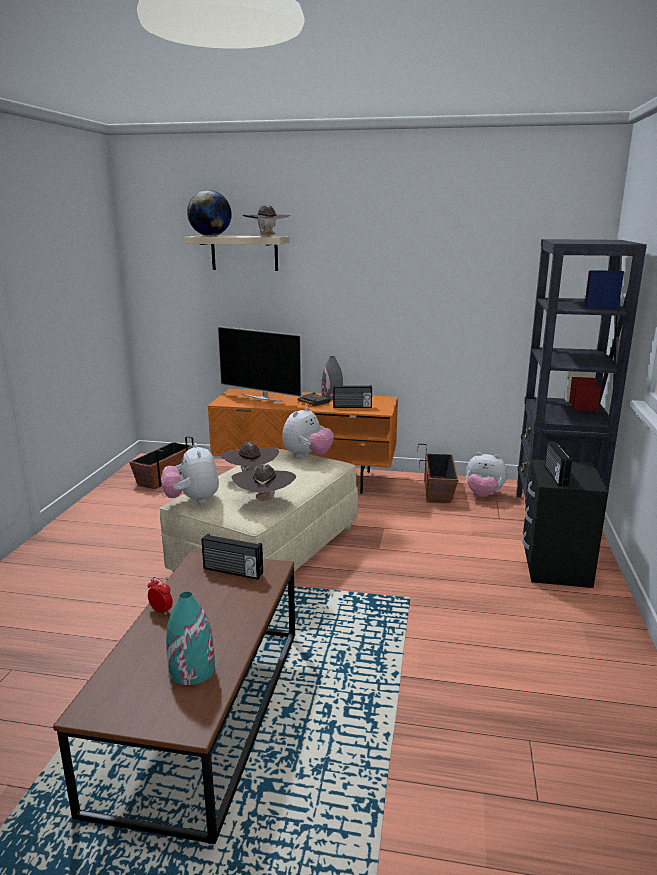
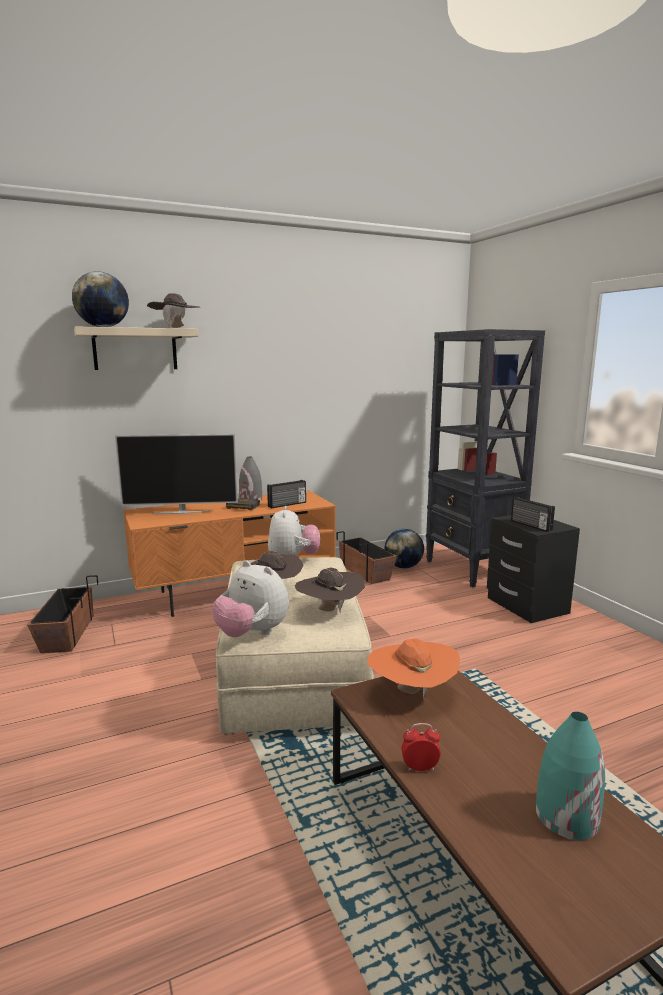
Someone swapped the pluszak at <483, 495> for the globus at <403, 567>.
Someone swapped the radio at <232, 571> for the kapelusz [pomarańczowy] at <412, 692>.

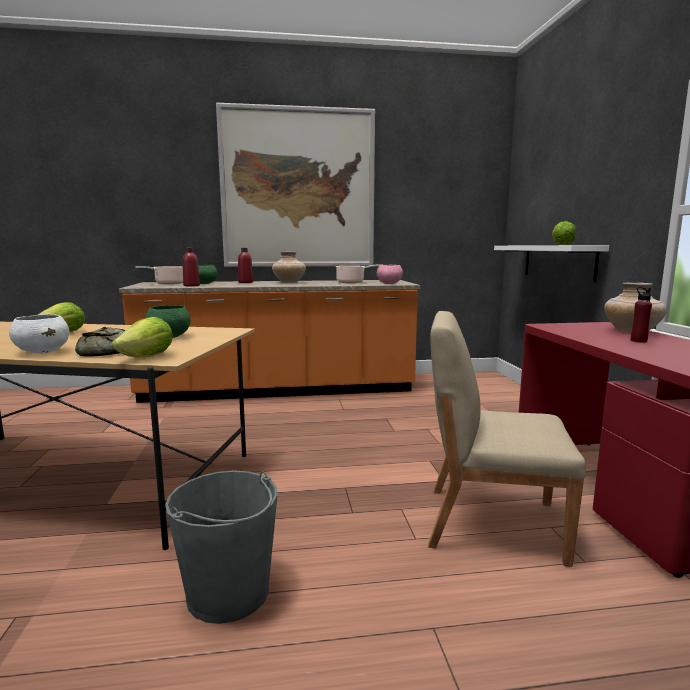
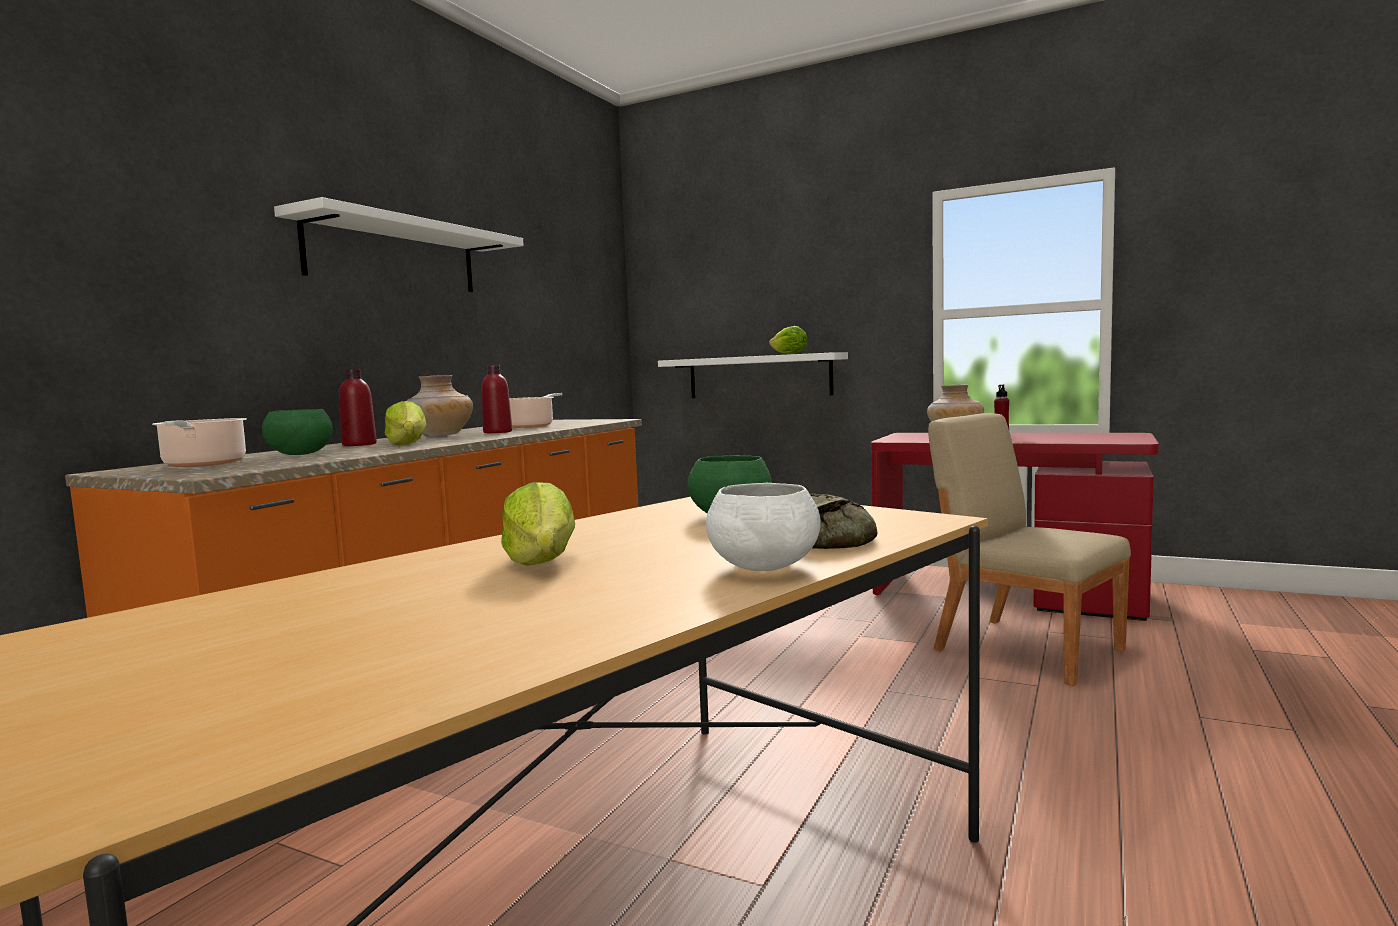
Someone swapped the obraz at <298, 189> for the półka [biały] at <394, 256>.
Someone carried the butelka [czerwony] from <191, 285> to <497, 432>.
Someone took away the miska [różowy] at <389, 283>.
Someone rotated the krzesło [beżowy] at <491, 522> by 90 degrees clockwise.
Someone carried the sałata from <148, 357> to <407, 444>.
Someone took away the wiadro [szary] at <228, 593>.

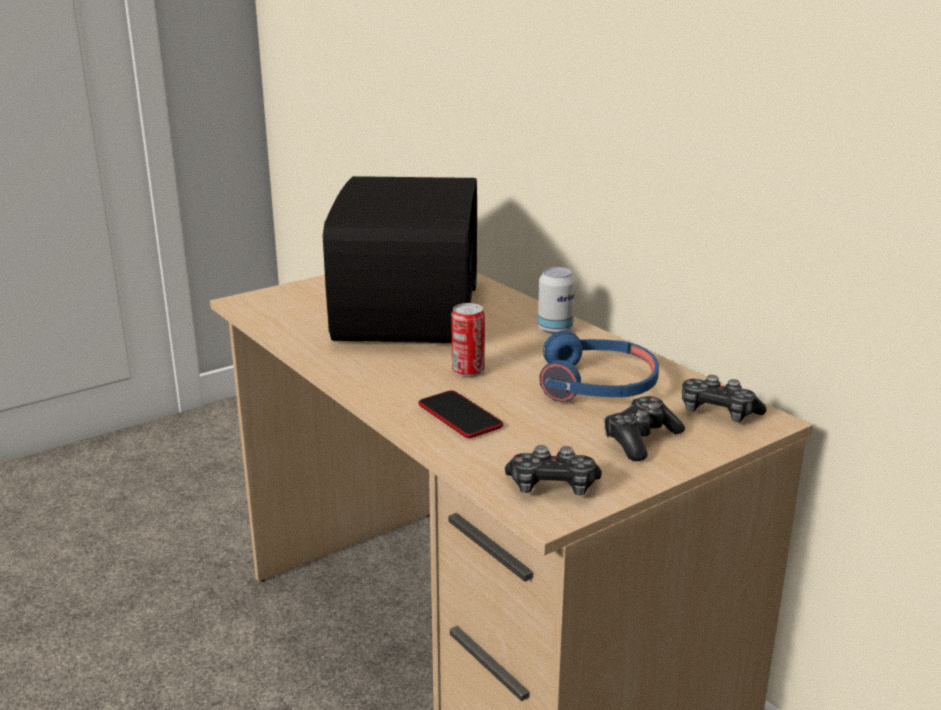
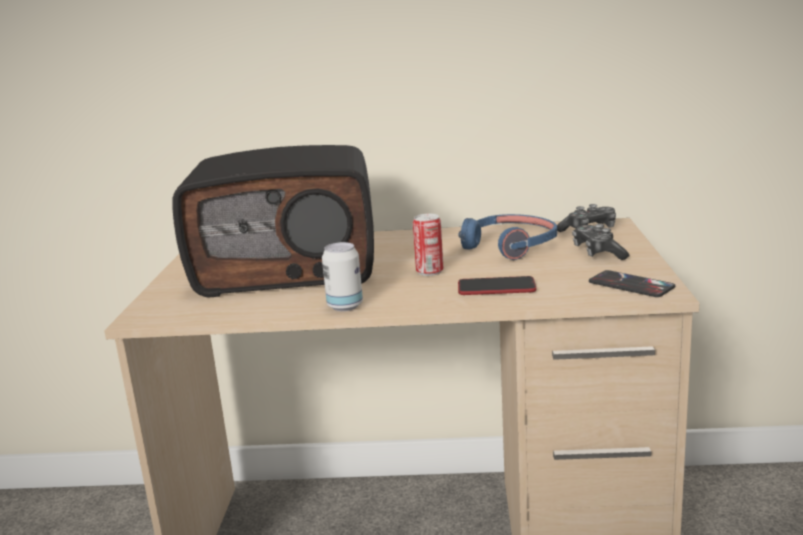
Someone rotated the radio at <404, 311> by 135 degrees clockwise.
Someone carried the puszka from <555, 329> to <345, 306>.
Someone swapped the pad do gier at <552, 486> for the telefon at <631, 285>.

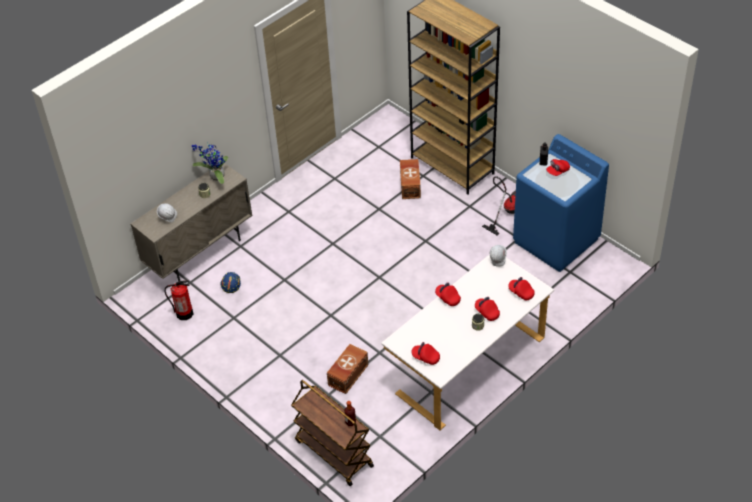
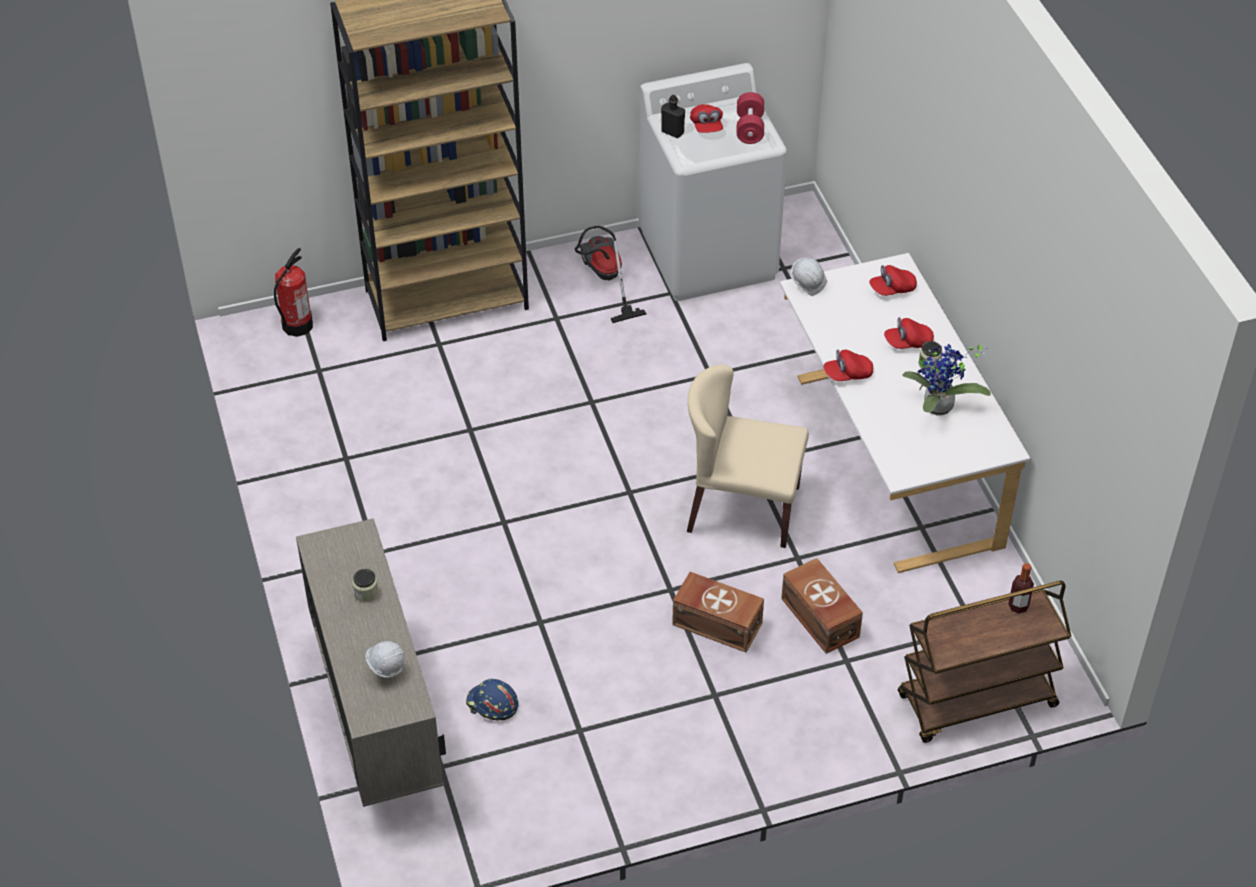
Someone repainted the pralka [niebieski] at <556, 240>, which became the pralka [biały] at <709, 255>.
Someone carried the roślina doniczkowa from <215, 177> to <938, 409>.
Someone carried the pojemnik do przechowywania [brązowy] from <411, 185> to <716, 622>.
Someone carried the gaśnica from <184, 313> to <297, 325>.
Someone took away the czapka z daszkiem [czerwony] at <425, 357>.
Someone put down the hantel [czerwony] at <749, 128>.
Someone put down the krzesło [beżowy] at <742, 508>.

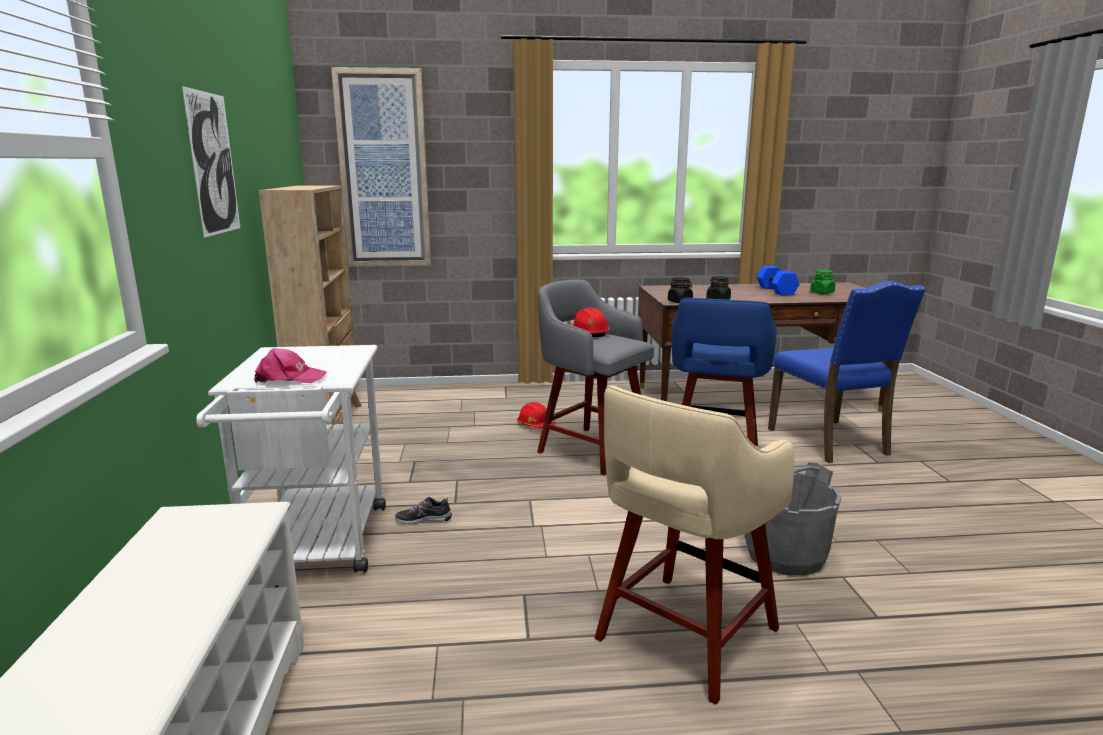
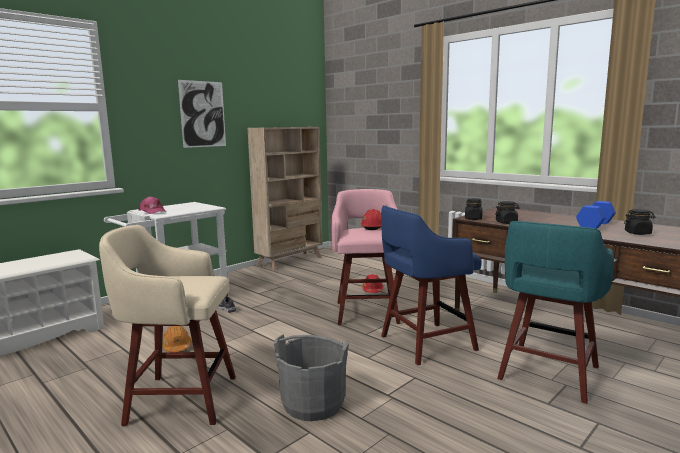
Someone took away the obraz at <384, 170>.
Someone repainted the słoik [zielony] at <822, 293>, which became the słoik [czarny] at <638, 233>.
Someone repainted the stołek [szary] at <591, 449>, which became the stołek [różowy] at <367, 311>.
Someone swapped the krzesło [niebieski] at <831, 442> for the stołek [turkusowy] at <547, 374>.
Someone put down the kask [pomarańczowy] at <176, 347>.

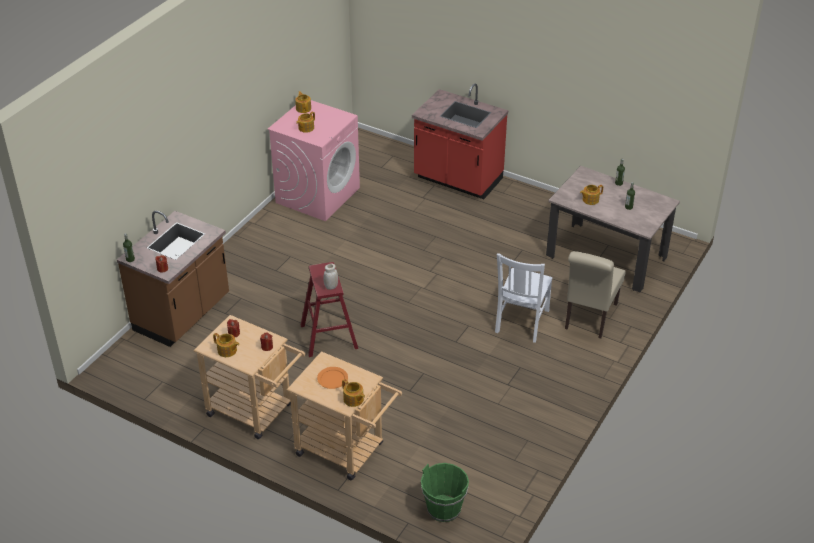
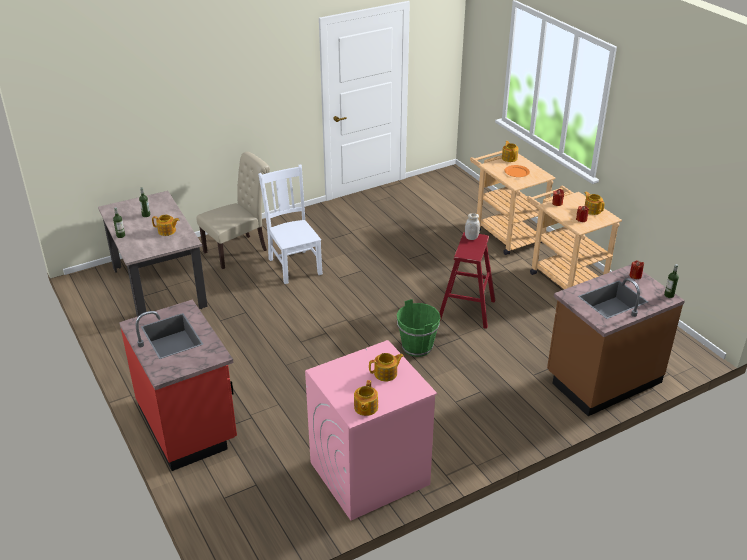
Someone rotated the krzesło [biały] at <521, 322> by 75 degrees counterclockwise.
Someone carried the wiadro [zielony] from <443, 509> to <417, 347>.

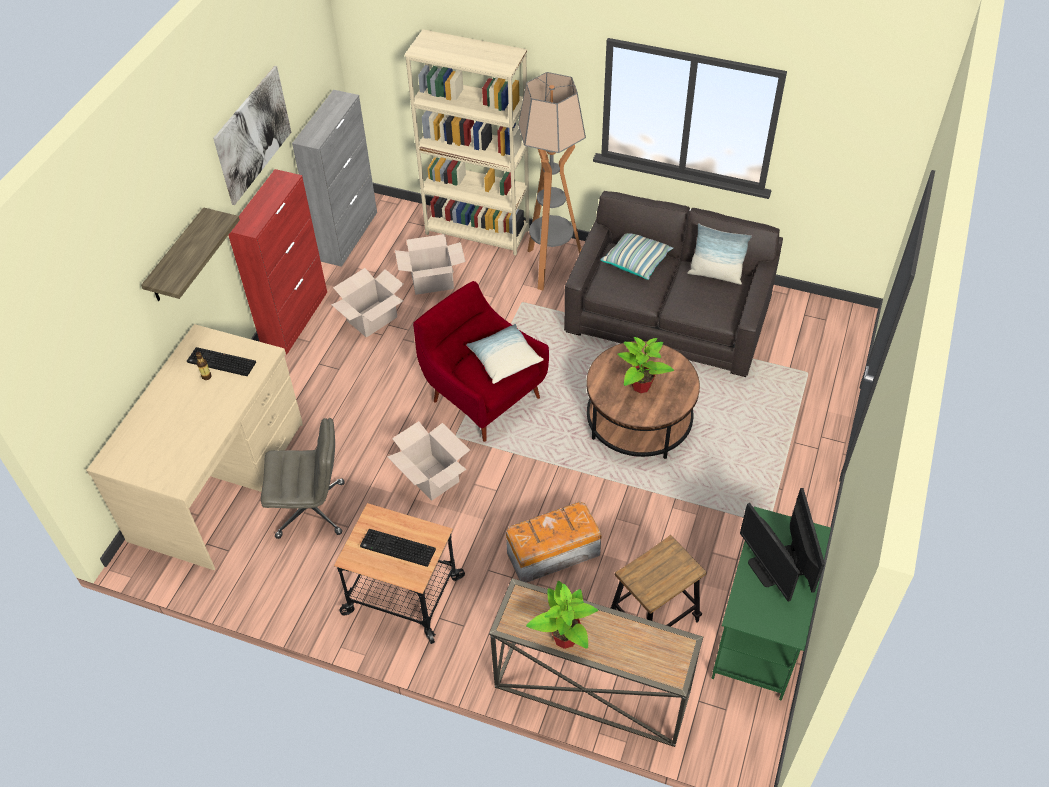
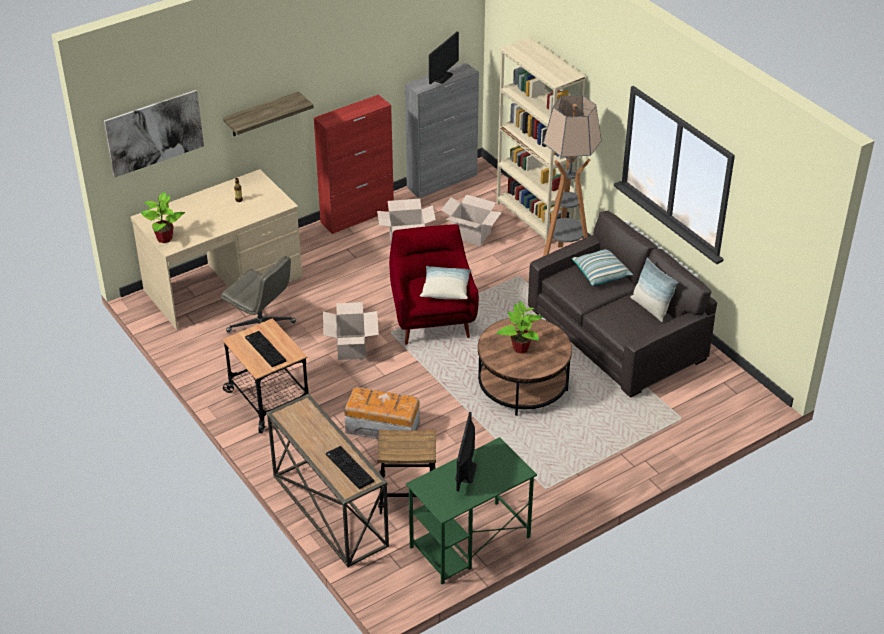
Someone carried the obraz from <253, 134> to <154, 133>.
Someone carried the klawiatura from <220, 363> to <348, 468>.
Someone carried the monitor from <797, 559> to <442, 77>.
Someone carried the roślina doniczkowa from <565, 637> to <164, 238>.

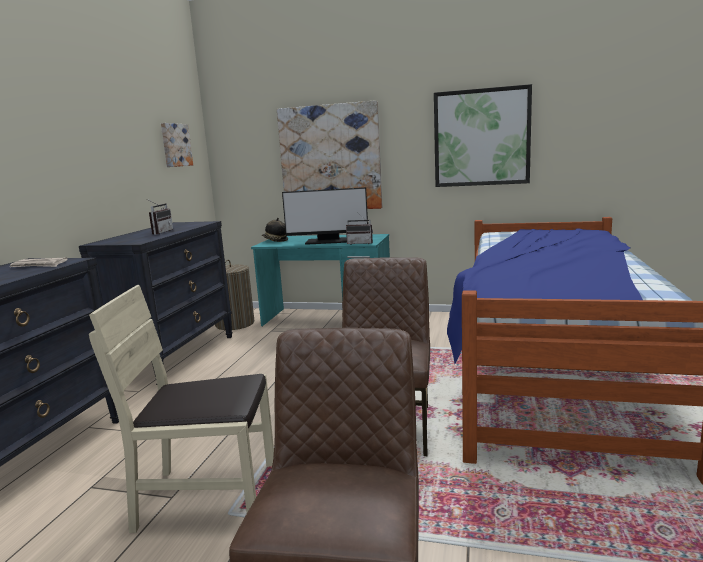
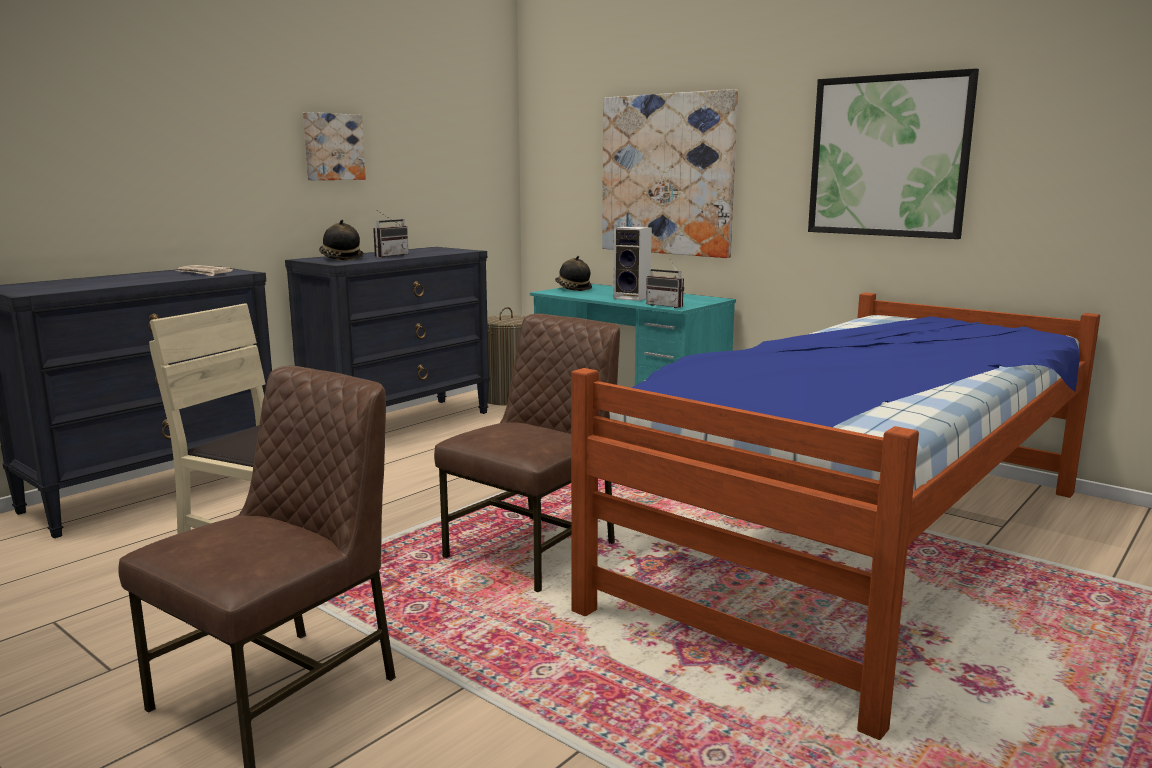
Someone carried the obraz from <175, 145> to <333, 147>.
Someone swapped the monitor at <328, 241> for the głośnik at <633, 298>.
Someone put down the kapelusz at <341, 258>.

